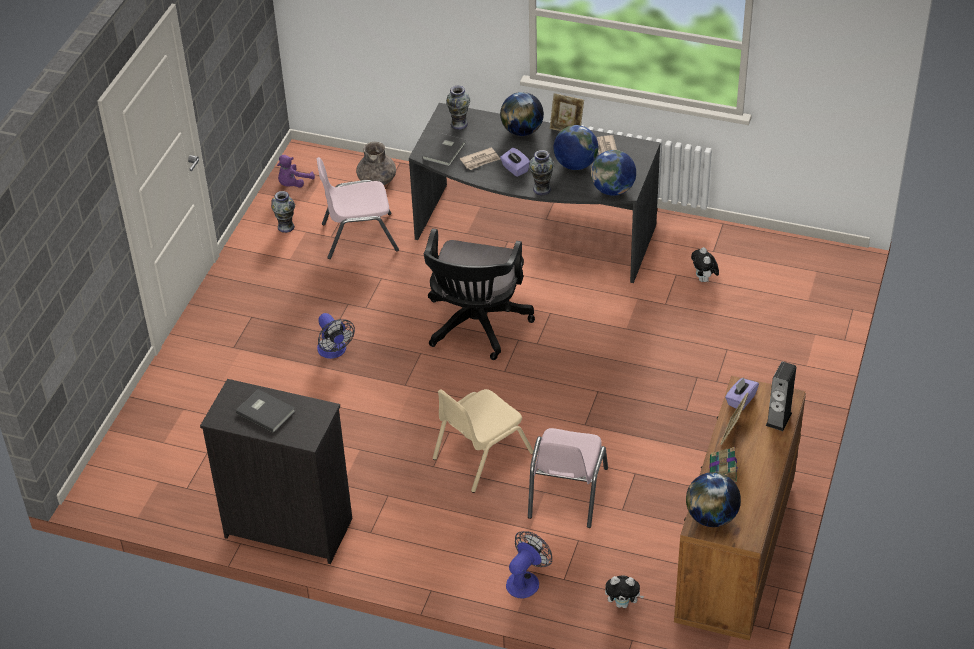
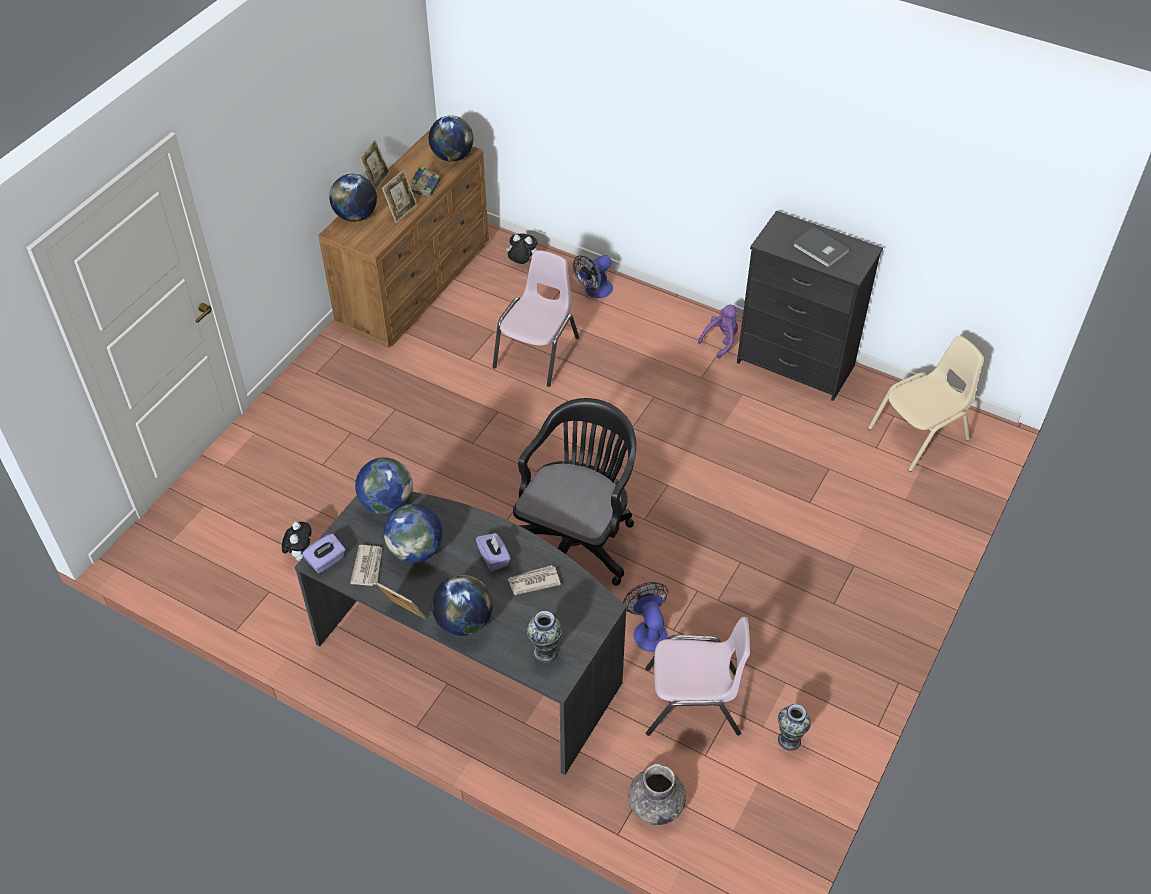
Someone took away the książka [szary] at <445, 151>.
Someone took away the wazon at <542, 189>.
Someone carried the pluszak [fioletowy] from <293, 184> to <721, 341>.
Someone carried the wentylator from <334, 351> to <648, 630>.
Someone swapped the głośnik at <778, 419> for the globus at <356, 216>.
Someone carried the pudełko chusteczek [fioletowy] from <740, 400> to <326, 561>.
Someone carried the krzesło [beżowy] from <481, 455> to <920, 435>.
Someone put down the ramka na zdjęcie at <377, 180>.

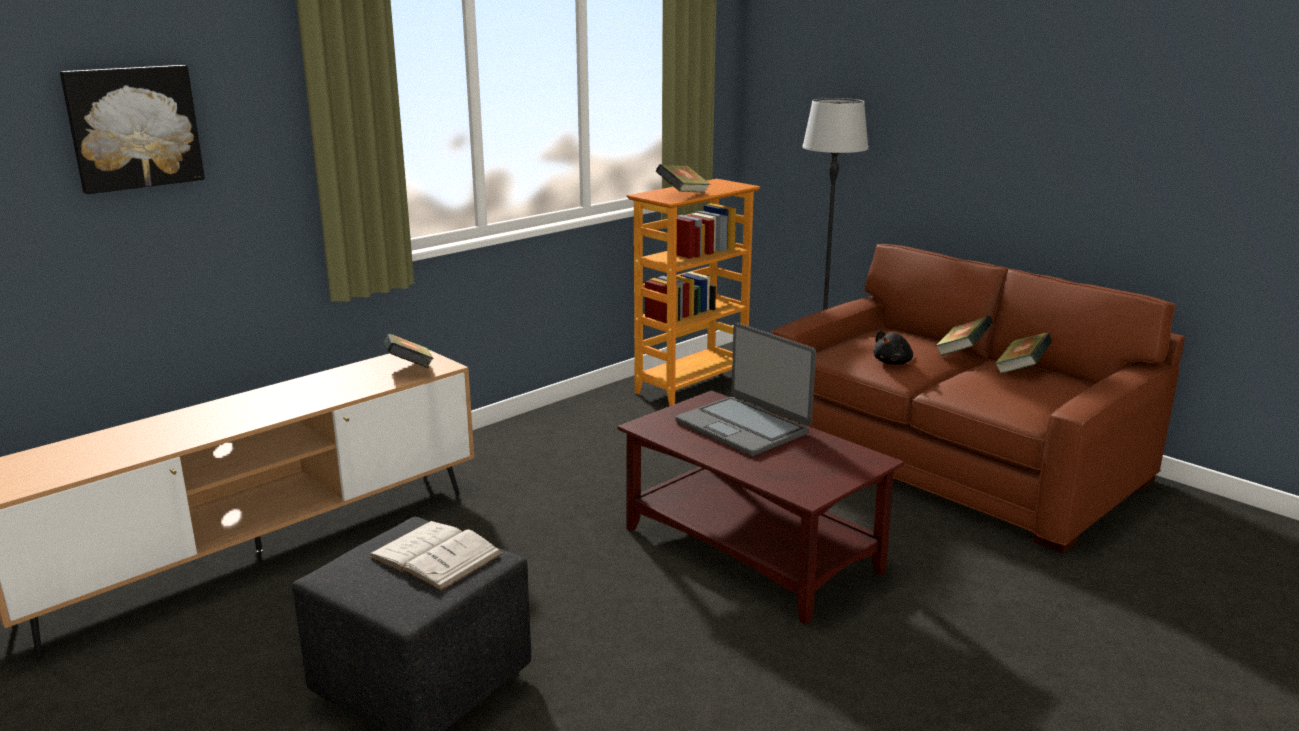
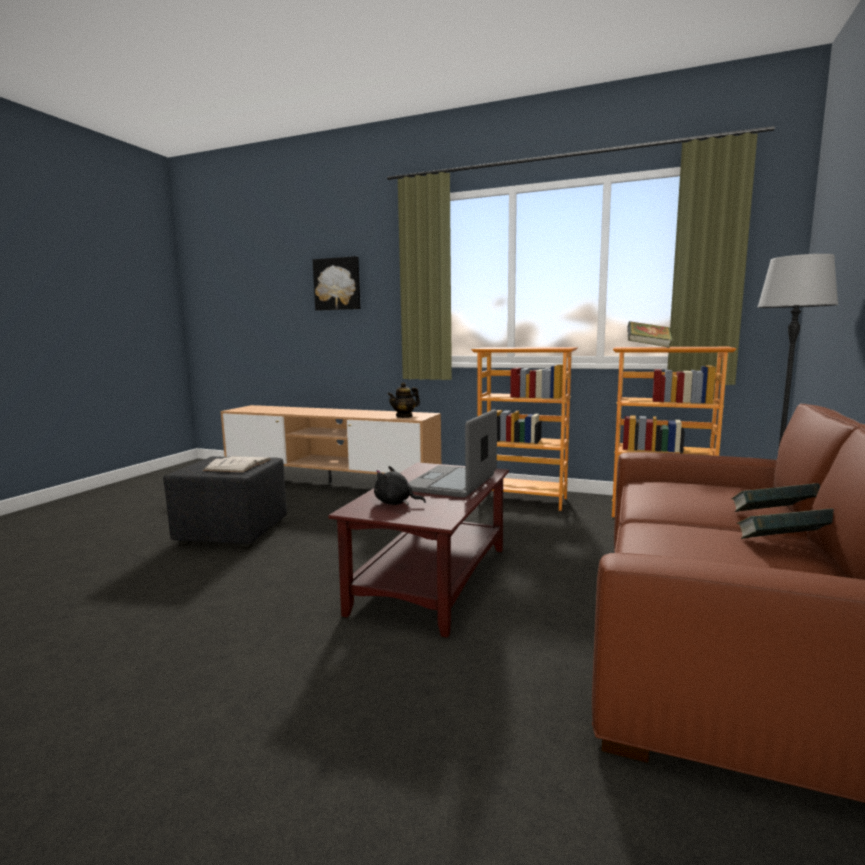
Someone carried the pluszak [czarny] from <893, 362> to <395, 503>.
Someone swapped the książka at <410, 370> for the imbryk at <404, 416>.
Someone put down the regał at <523, 500>.

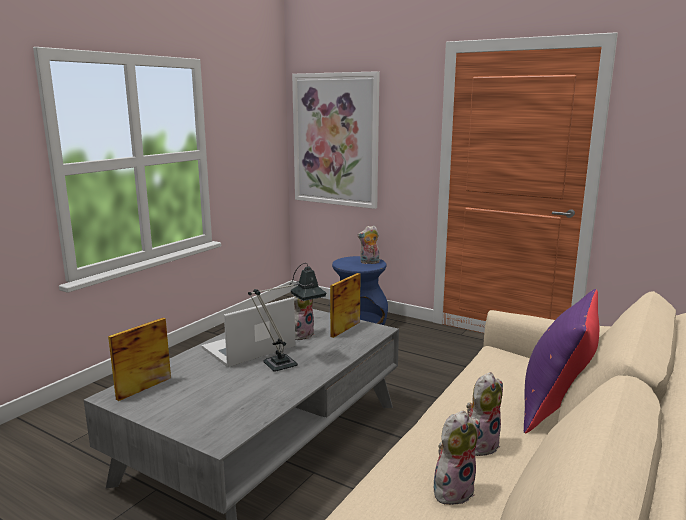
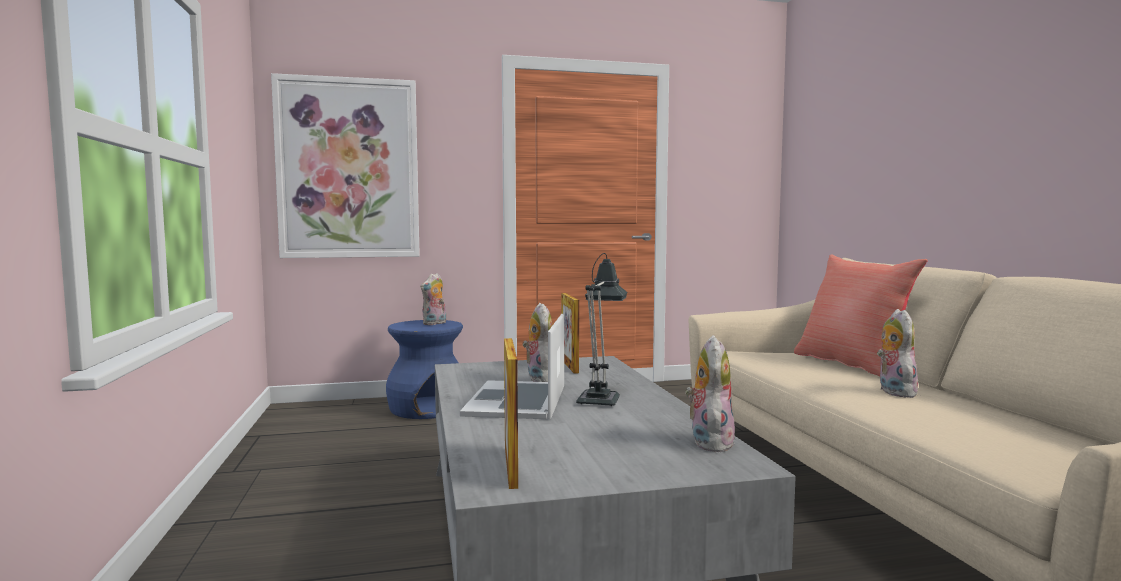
Someone repainted the poduszka [fioletowy] at <555, 406>, which became the poduszka [czerwony] at <851, 365>.
Someone carried the pluszak from <453, 490> to <708, 442>.

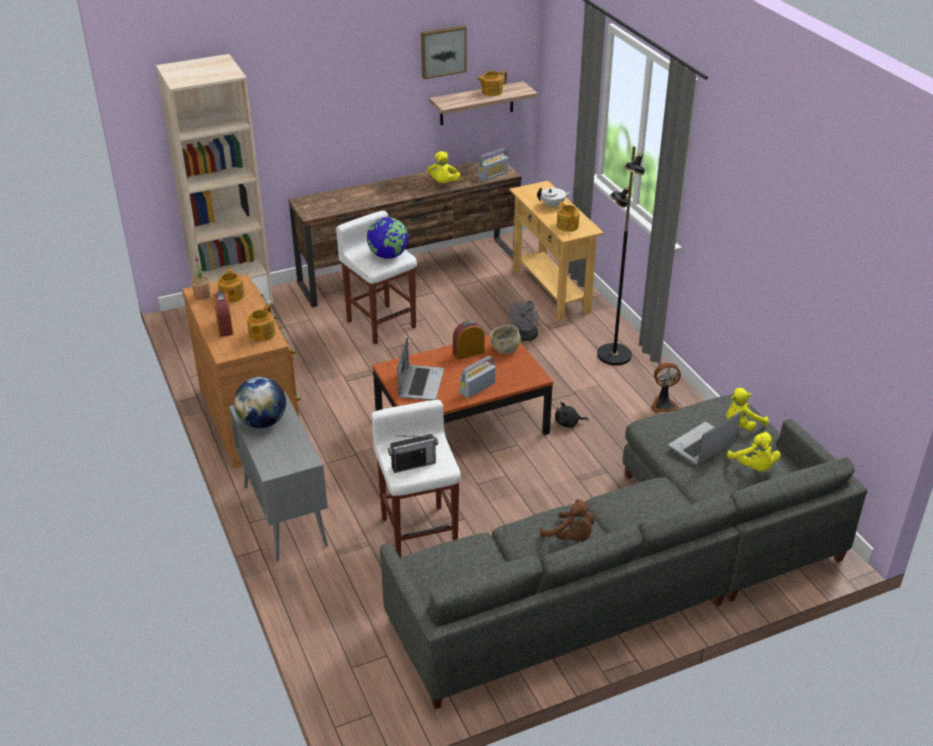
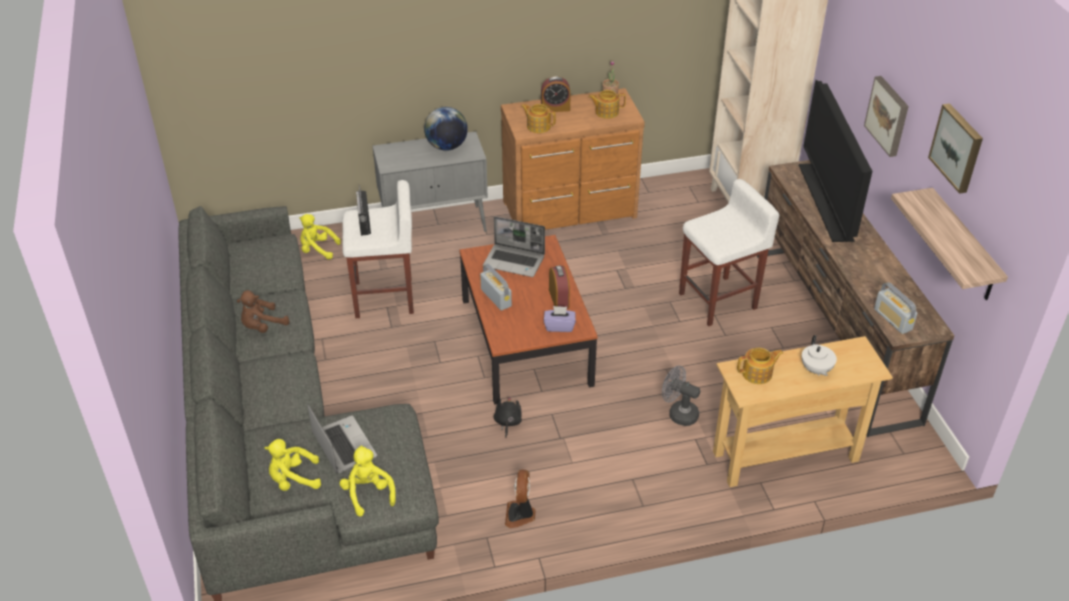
Someone took away the imbryk at <491, 91>.
Someone took away the lampa stojąca [czarny] at <613, 355>.
Someone carried the pluszak [żółty] from <443, 183> to <317, 250>.
Someone took away the globus at <388, 256>.
Someone swapped the miska [beżowy] at <505, 349> for the pudełko chusteczek [fioletowy] at <559, 326>.
Someone put up the obraz at <888, 115>.
Someone put down the telewizor at <826, 202>.

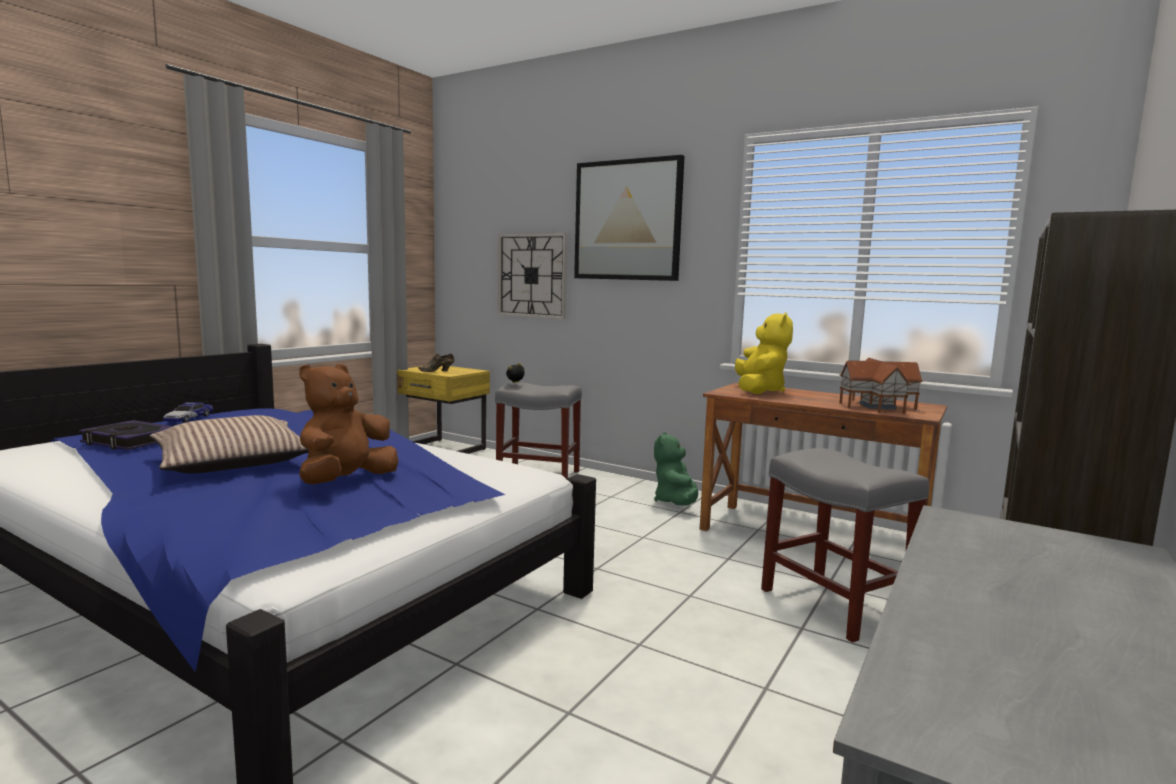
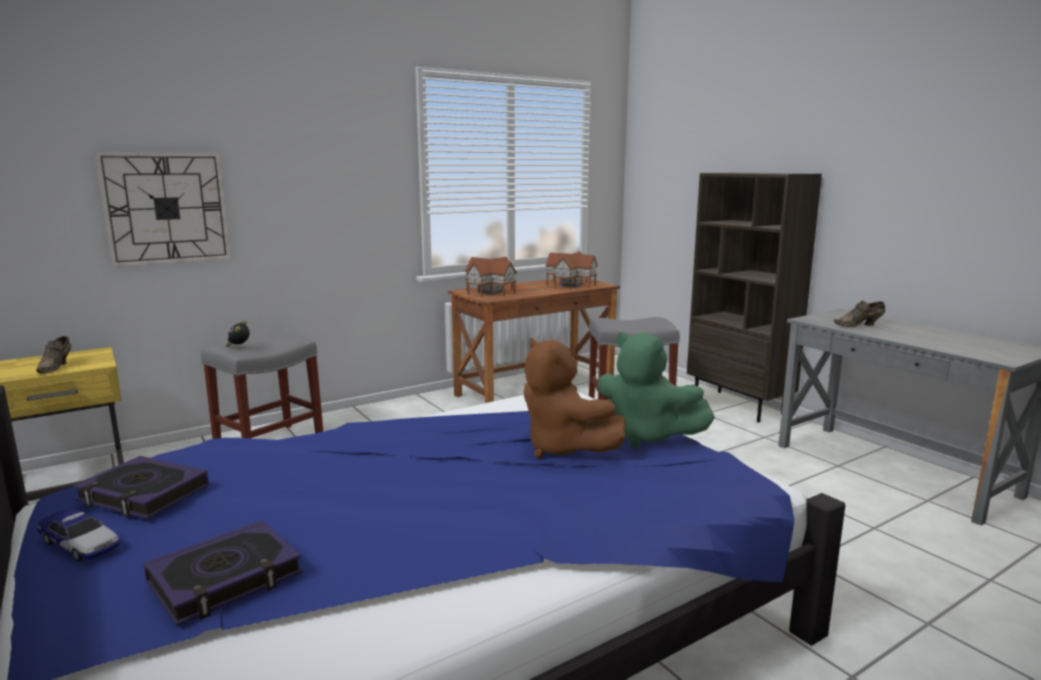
Someone took away the obraz at <627, 220>.
Someone swapped the pluszak [żółty] at <759, 390> for the domek at <491, 292>.
Someone took away the poduszka at <233, 462>.
Someone carried the pluszak [zielony] from <676, 502> to <646, 436>.
Someone put down the but [brązowy] at <860, 325>.
Someone put down the książka at <143, 494>.

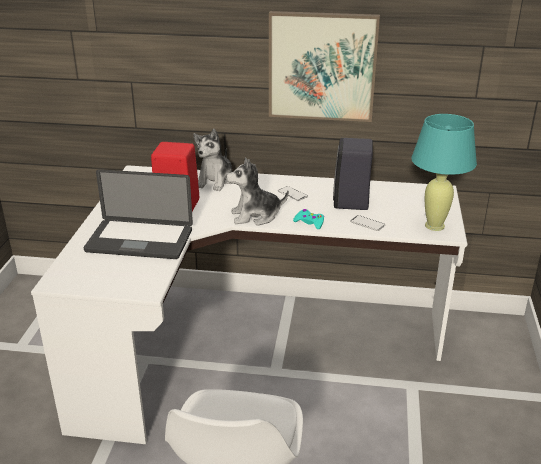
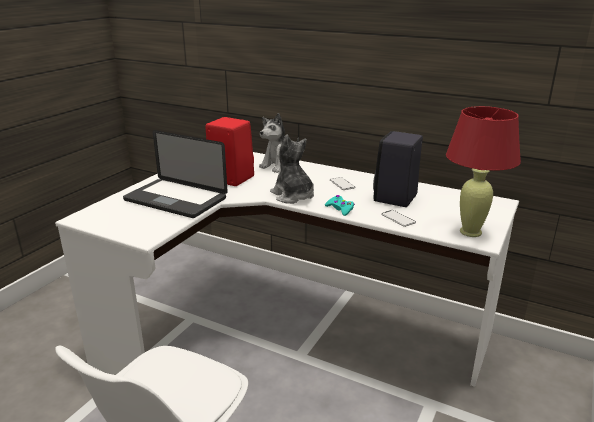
Someone took away the obraz at <322, 66>.
Someone repainted the lampa stołowa [turkusowy] at <435, 226>, which became the lampa stołowa [czerwony] at <471, 232>.
Someone rotated the pluszak at <255, 216> by 45 degrees clockwise.

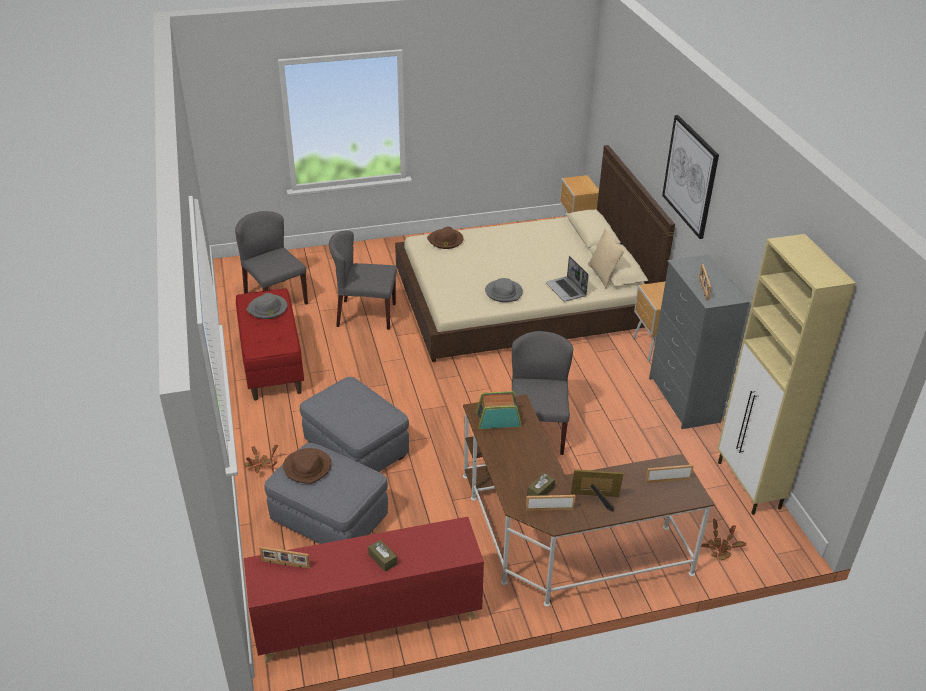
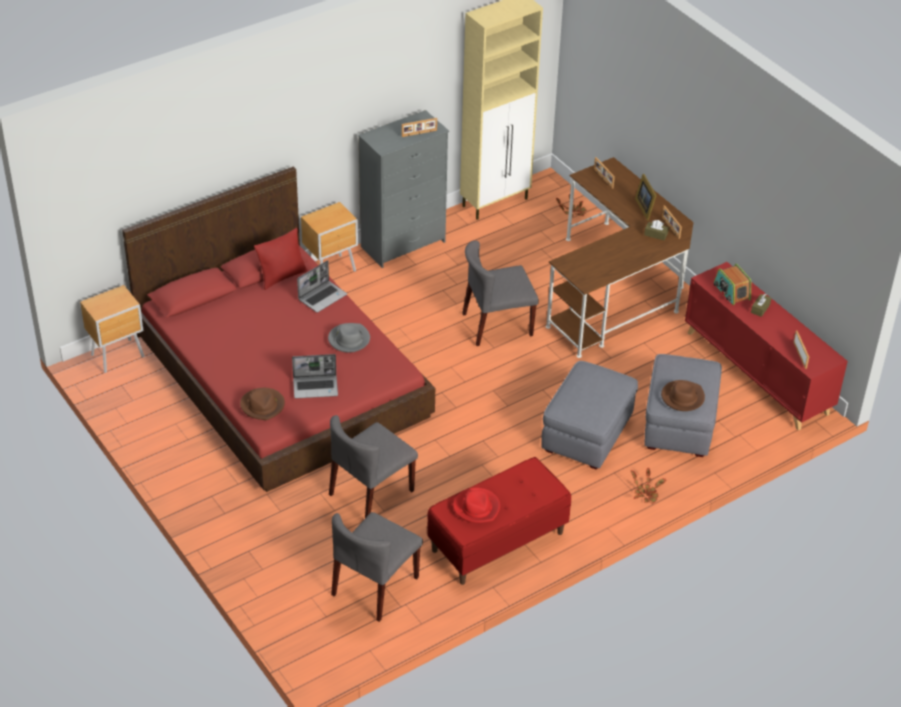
Someone took away the obraz at <690, 176>.
Someone repainted the łóżko [beżowy] at <522, 299>, which became the łóżko [czerwony] at <282, 374>.
Someone repainted the poduszka [beżowy] at <602, 275>, which became the poduszka [czerwony] at <282, 276>.
Someone rotated the krzesło [szary] at <366, 315> by 60 degrees clockwise.
Someone repainted the kapelusz [szary] at <268, 309>, which became the kapelusz [czerwony] at <477, 507>.
Someone carried the radio from <498, 419> to <731, 292>.
Someone put down the laptop at <316, 387>.

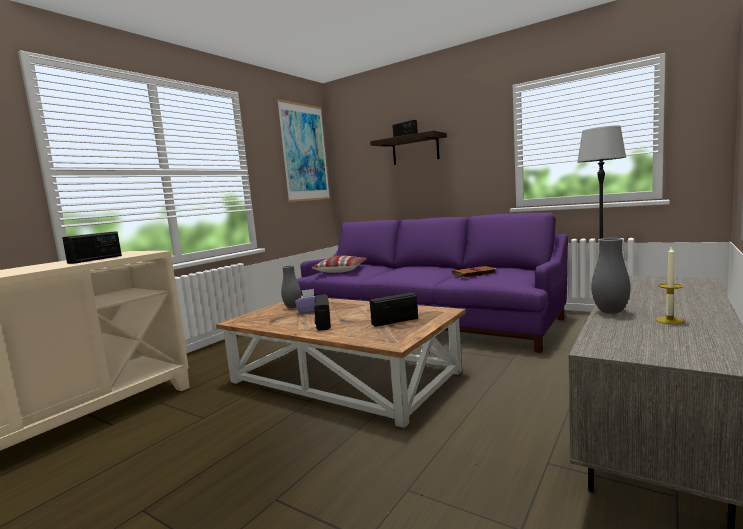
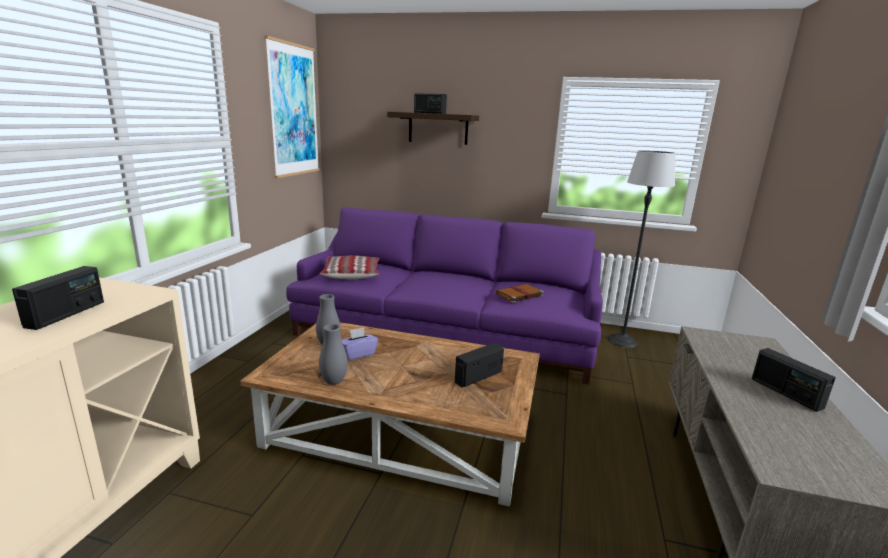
Someone carried the wazon [szary] from <610, 312> to <334, 382>.
Someone took away the świeca at <669, 320>.
Someone carried the radio from <323, 323> to <786, 393>.

